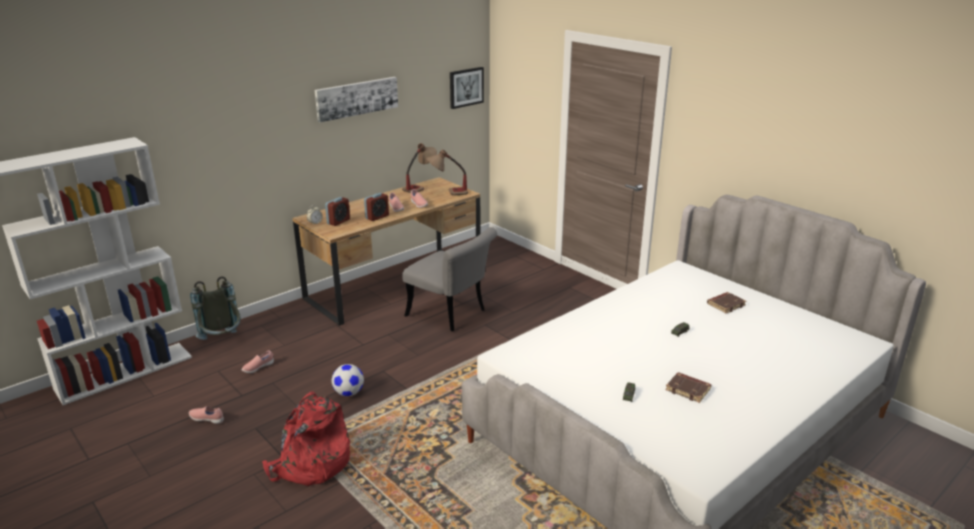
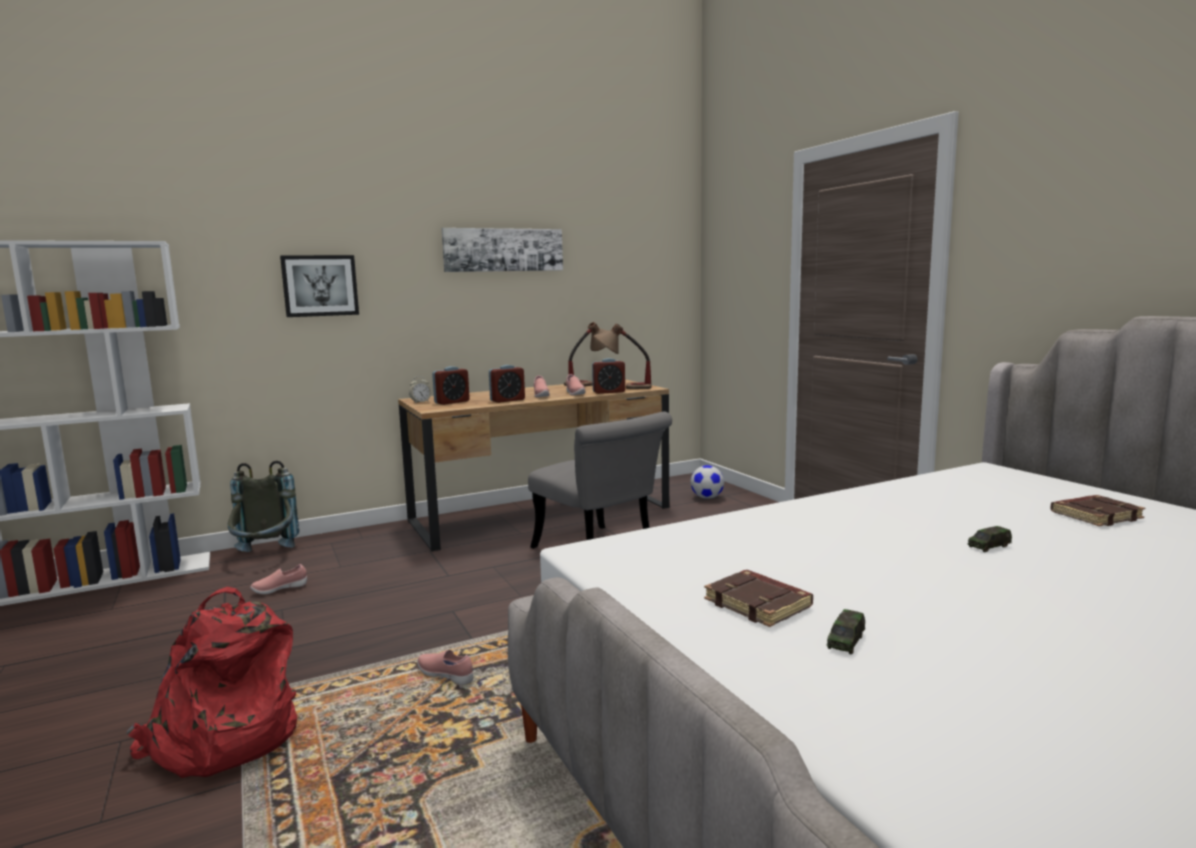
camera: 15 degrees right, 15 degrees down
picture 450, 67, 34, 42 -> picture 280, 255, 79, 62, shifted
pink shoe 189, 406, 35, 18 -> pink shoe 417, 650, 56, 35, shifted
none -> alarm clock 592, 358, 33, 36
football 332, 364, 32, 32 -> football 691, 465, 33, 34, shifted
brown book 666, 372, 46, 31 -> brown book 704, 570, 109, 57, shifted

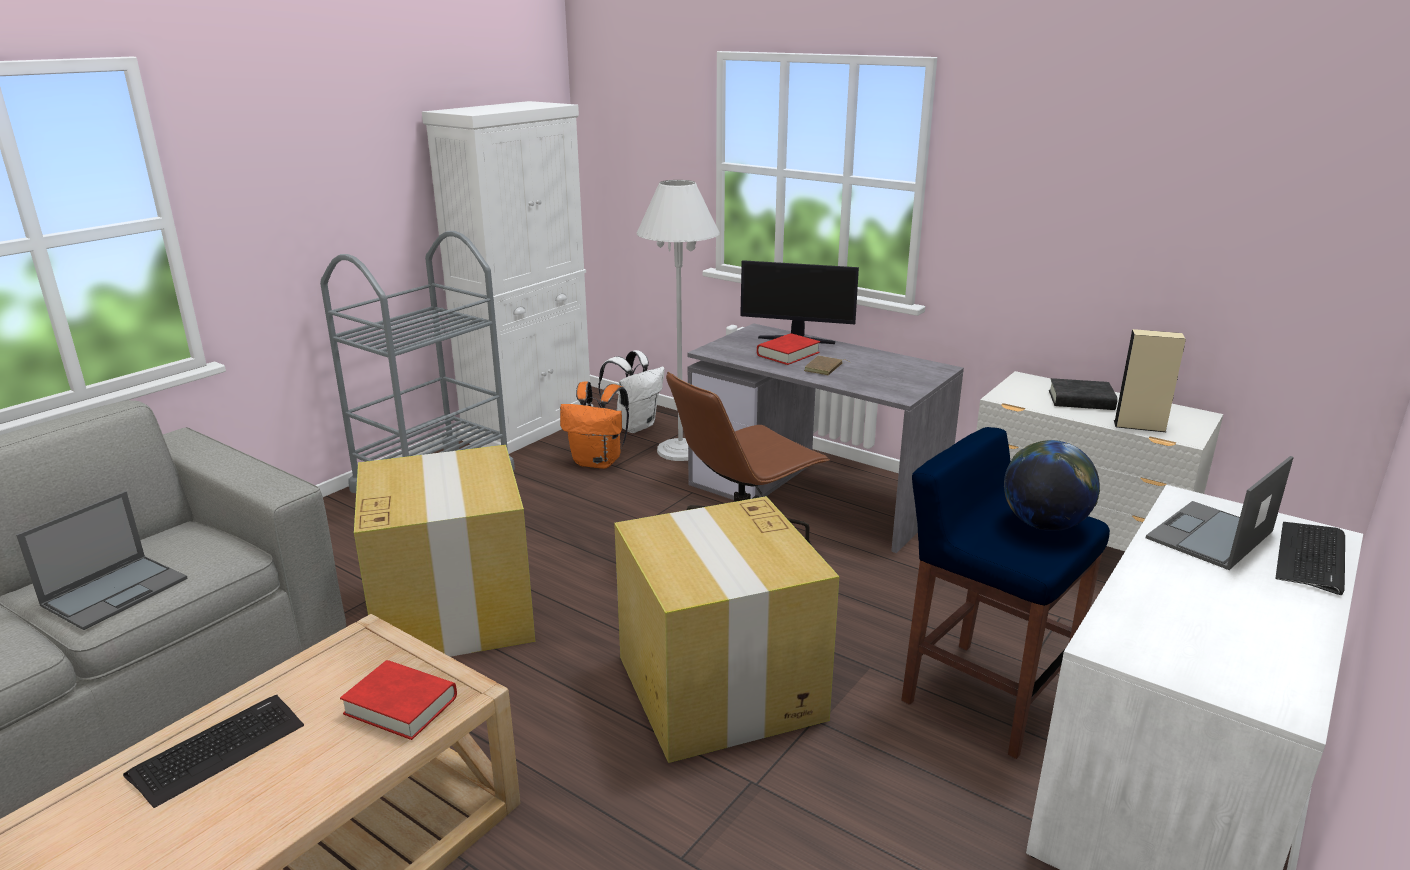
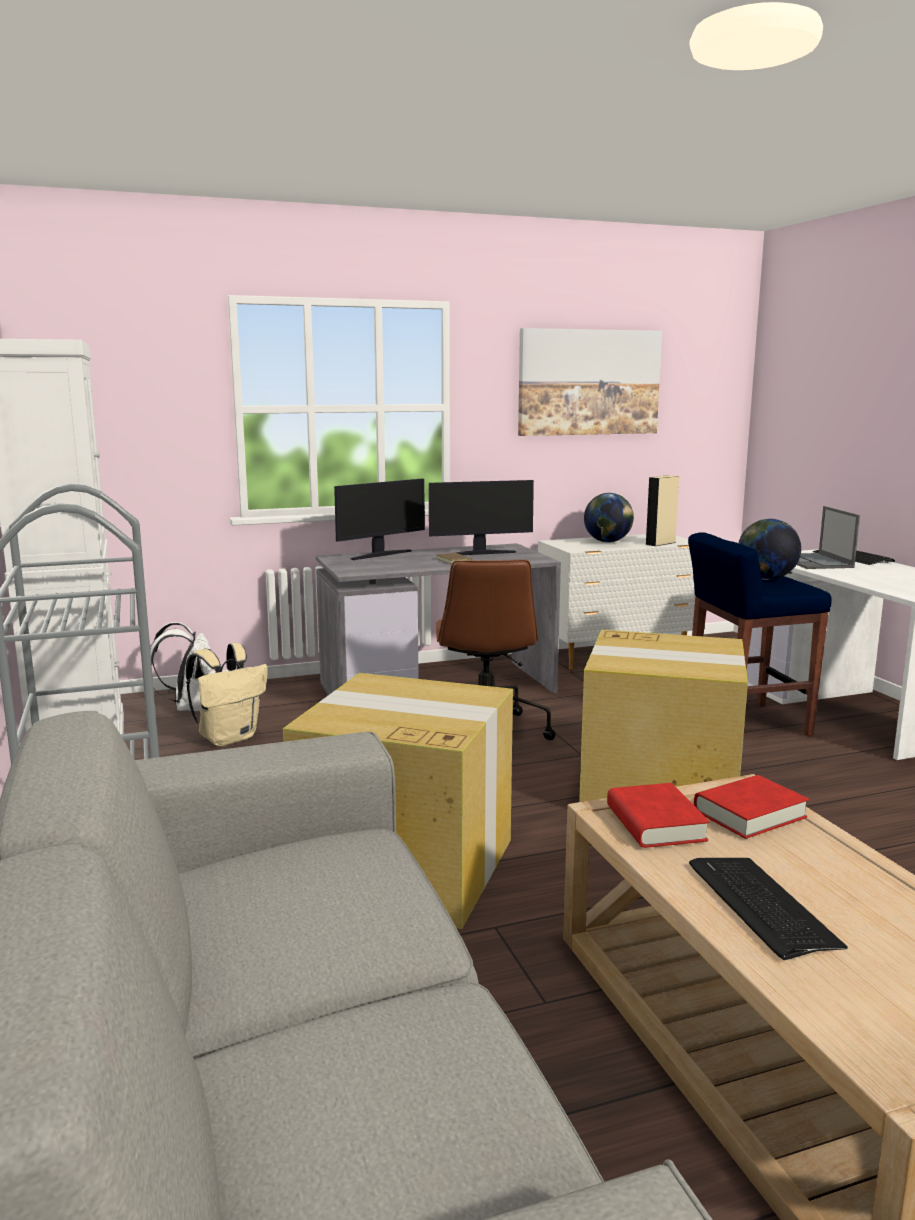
camera: 55 degrees left, 10 degrees down
orange backpack 560, 381, 69, 88 -> beige backpack 186, 643, 82, 103
none -> monitor 429, 480, 105, 75
none -> picture 518, 328, 144, 108
black book 1049, 378, 69, 32 -> globe 584, 493, 50, 50
red book 757, 333, 63, 32 -> red book 607, 783, 103, 65, shifted
laptop 16, 491, 171, 139 -> none
white floor lamp 637, 180, 83, 281 -> none

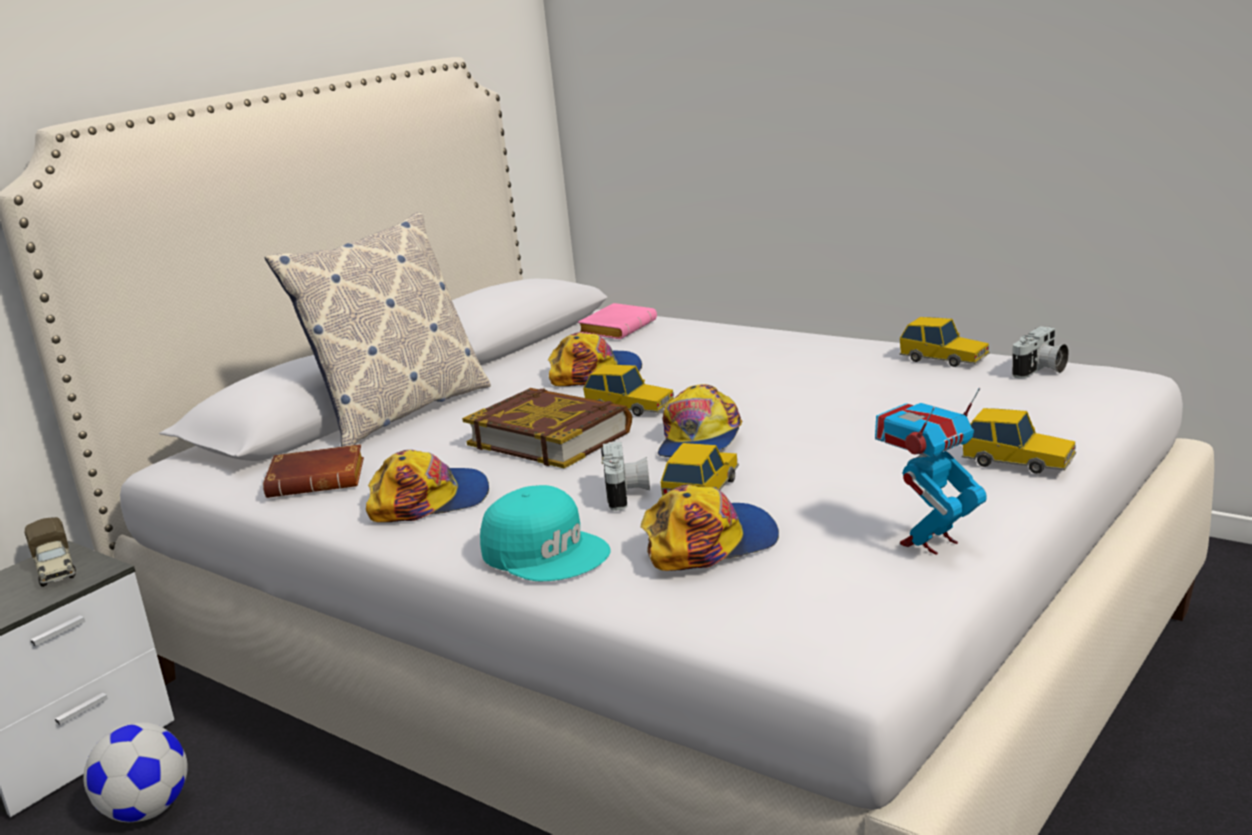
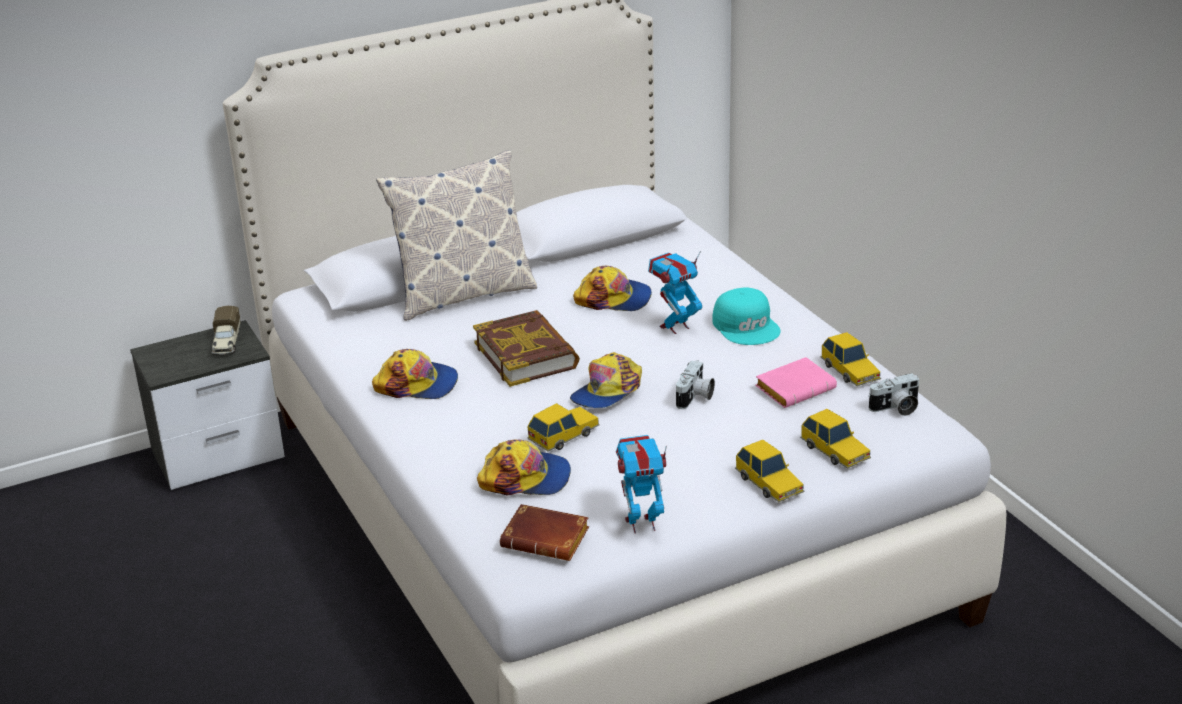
camera: 25 degrees right, 10 degrees up
brown book 263, 444, 101, 54 -> brown book 500, 504, 89, 57, shifted
none -> toy robot 648, 251, 54, 83
photo camera 601, 442, 49, 69 -> photo camera 676, 360, 39, 49, shifted
turquoise cap 480, 485, 130, 96 -> turquoise cap 712, 287, 69, 58, shifted
pink book 578, 303, 79, 36 -> pink book 755, 357, 82, 51, shifted
toy car 583, 365, 91, 51 -> toy car 800, 409, 71, 60, shifted
football 83, 722, 105, 100 -> none

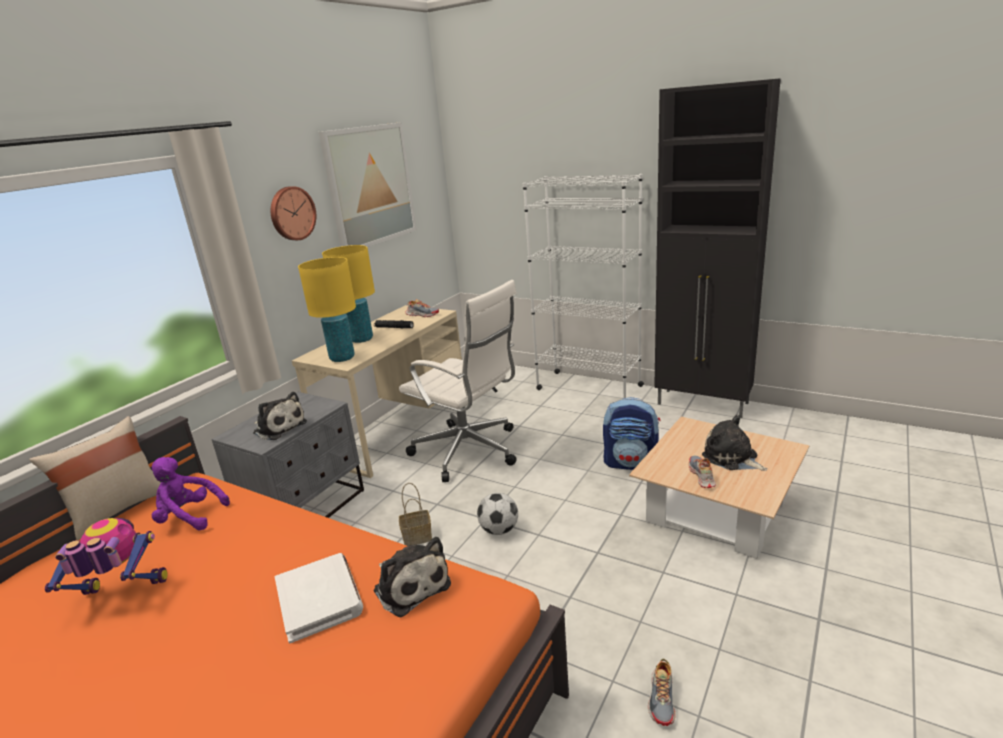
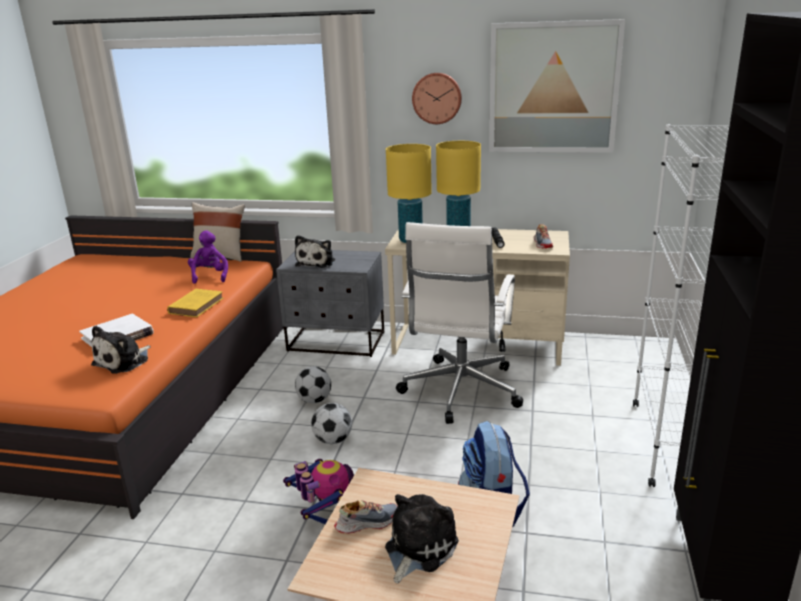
camera: 70 degrees right, 0 degrees up
none -> yellow book 167, 289, 56, 28
toy robot 45, 518, 122, 77 -> toy robot 283, 459, 71, 65, shifted
basket 399, 483, 33, 63 -> football 295, 366, 36, 37
shoe 648, 658, 28, 68 -> none

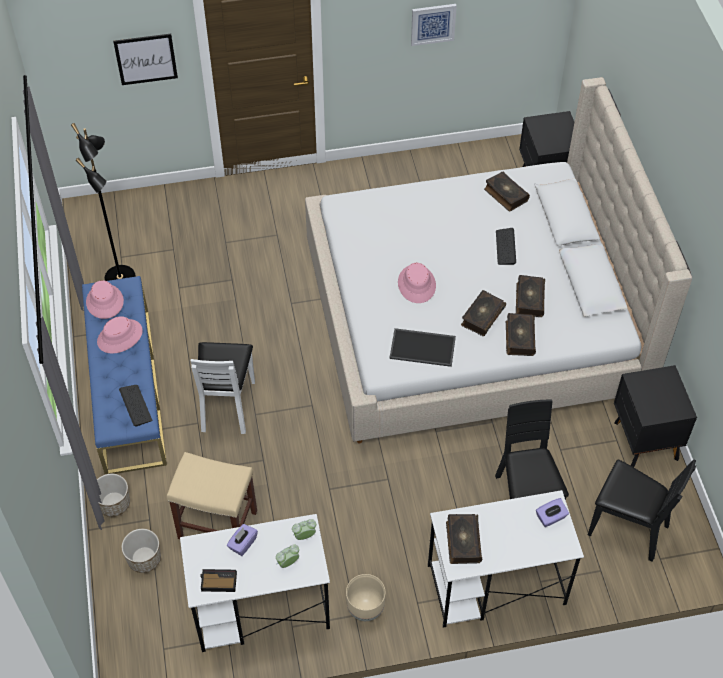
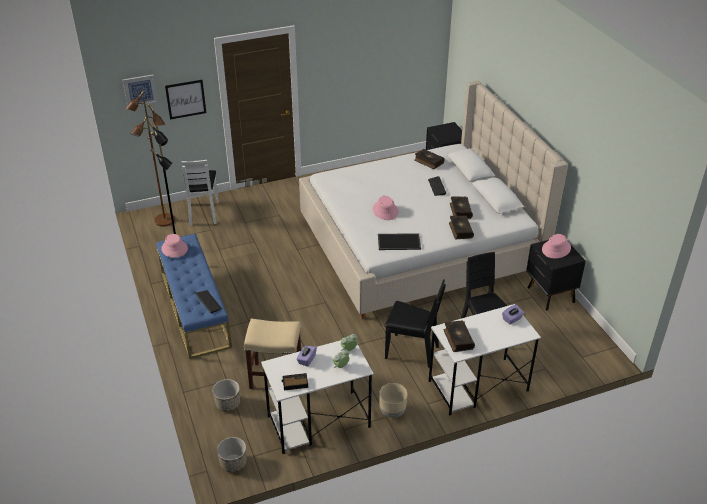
camera: 10 degrees left, 15 degrees down
picture 411, 4, 46, 42 -> picture 122, 75, 36, 31, shifted
none -> brown floor lamp 125, 90, 50, 137
white chair 191, 342, 64, 92 -> white chair 182, 160, 37, 66, shifted
planter 97, 474, 33, 43 -> planter 217, 437, 29, 36, shifted
black chair 588, 459, 108, 103 -> black chair 385, 279, 61, 89, shifted
pink hat 97, 316, 46, 38 -> pink hat 542, 234, 29, 25, shifted
book 461, 290, 45, 46 -> none

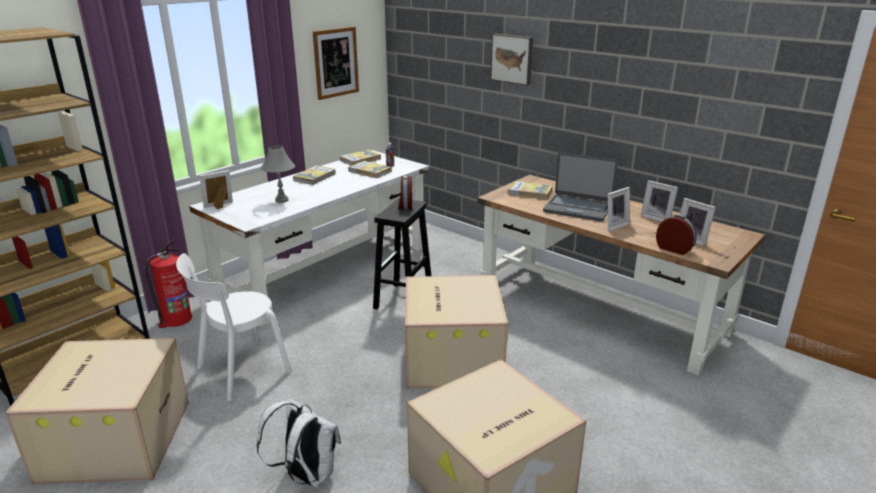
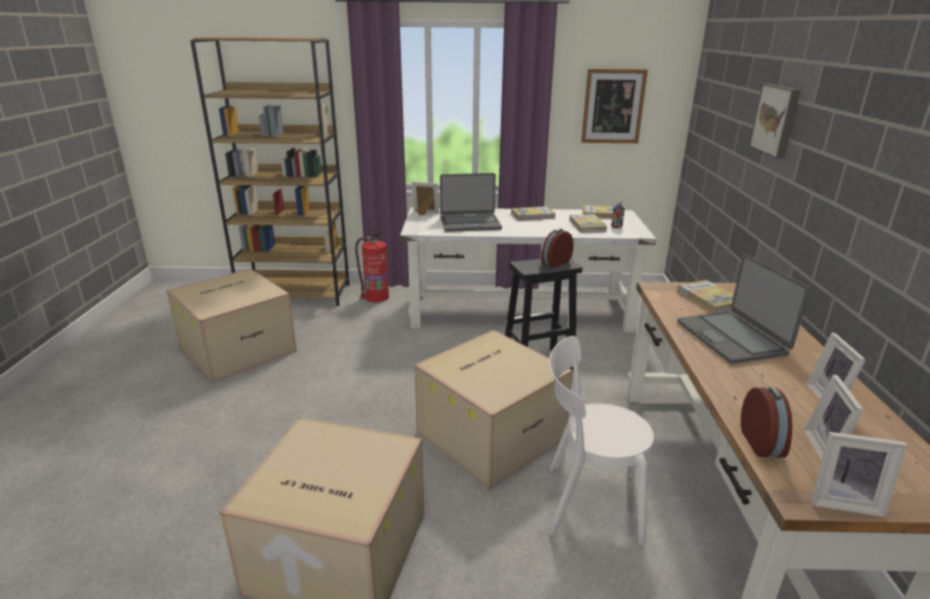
camera: 50 degrees right, 0 degrees up
grey table lamp 261, 146, 34, 57 -> laptop 440, 173, 62, 59
white chair 176, 253, 116, 148 -> white chair 548, 336, 106, 209, shifted
picture frame 608, 187, 22, 44 -> picture frame 811, 432, 96, 85, shifted
white backpack 256, 398, 85, 89 -> none

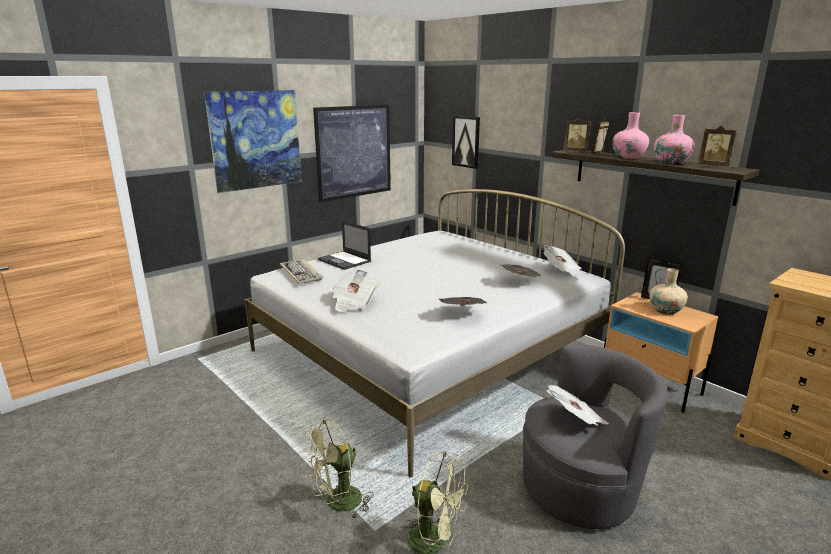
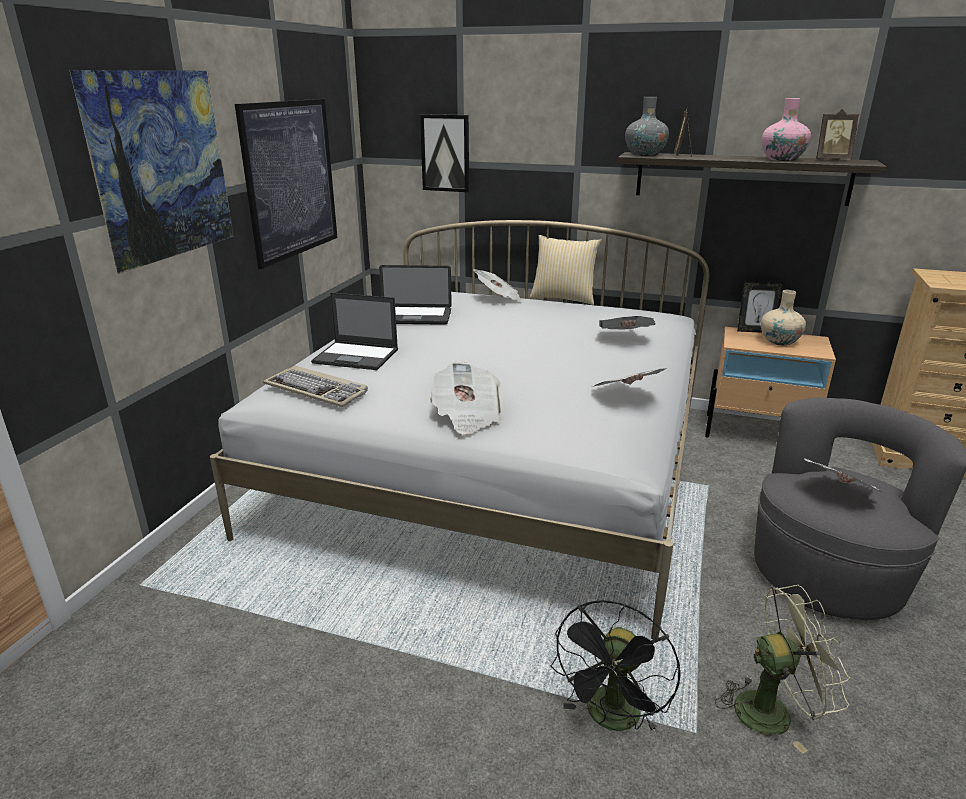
camera: 30 degrees left, 5 degrees up
none -> laptop 379, 265, 73, 60
newspaper 543, 245, 38, 33 -> newspaper 473, 269, 50, 33, shifted
none -> pillow 530, 235, 72, 70
green fan 303, 418, 71, 102 -> black fan 550, 600, 131, 133
picture frame 563, 117, 28, 34 -> grey vase 625, 97, 44, 59
pink vase 612, 112, 37, 47 -> none

